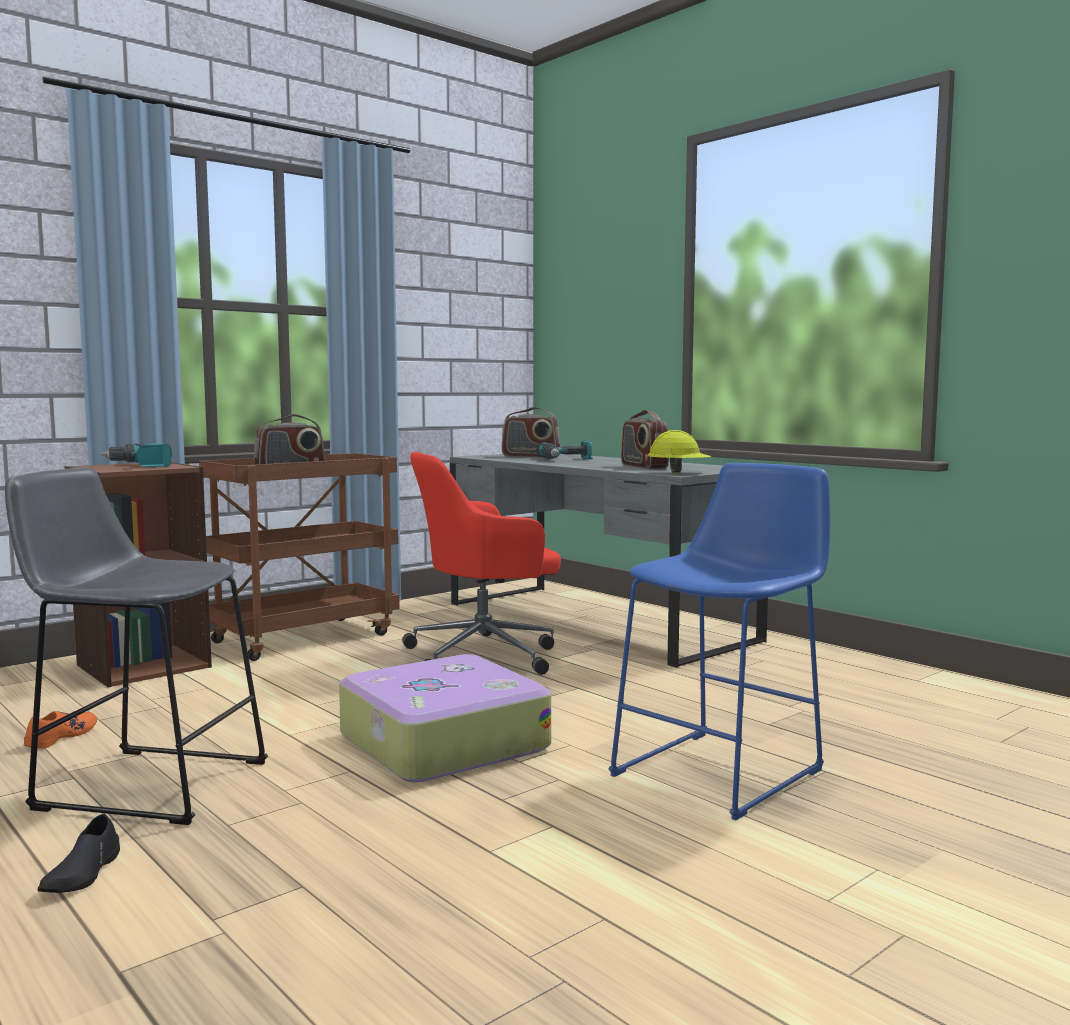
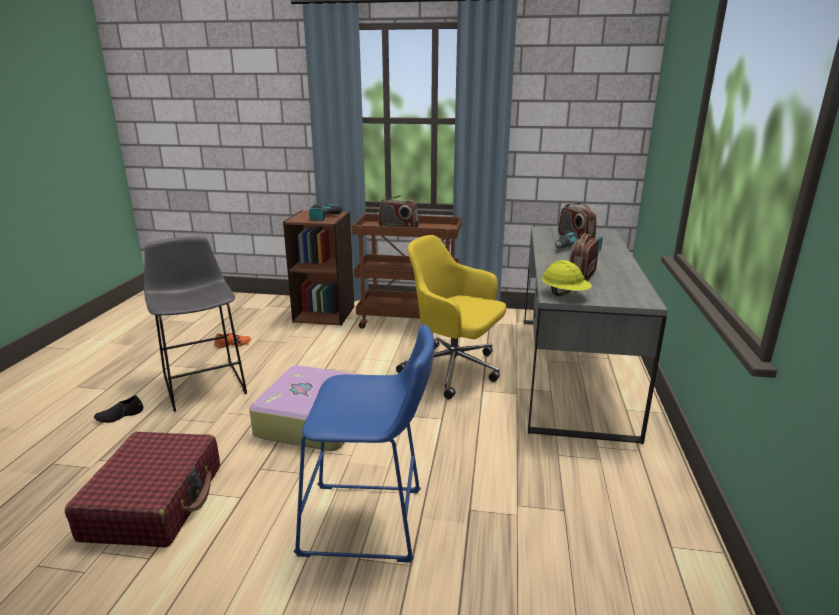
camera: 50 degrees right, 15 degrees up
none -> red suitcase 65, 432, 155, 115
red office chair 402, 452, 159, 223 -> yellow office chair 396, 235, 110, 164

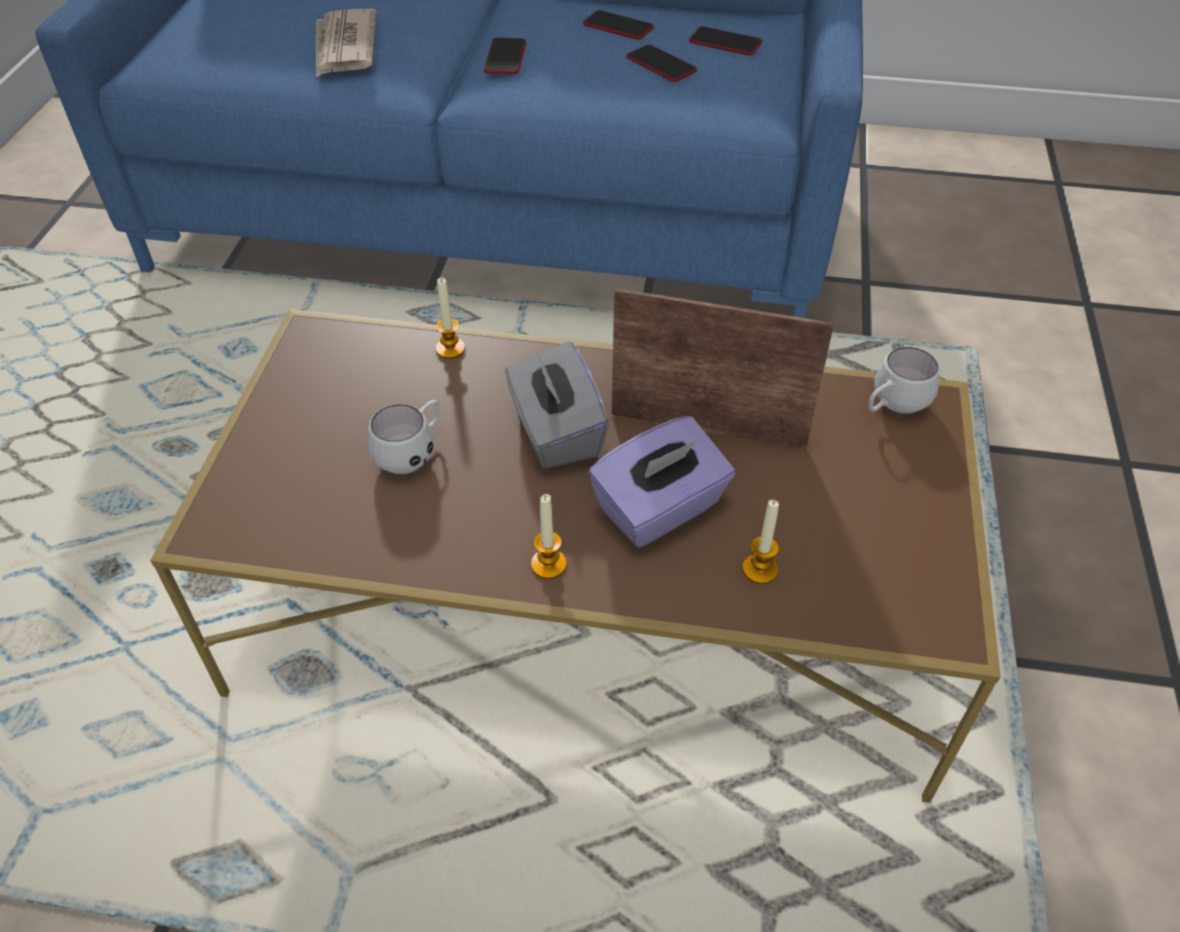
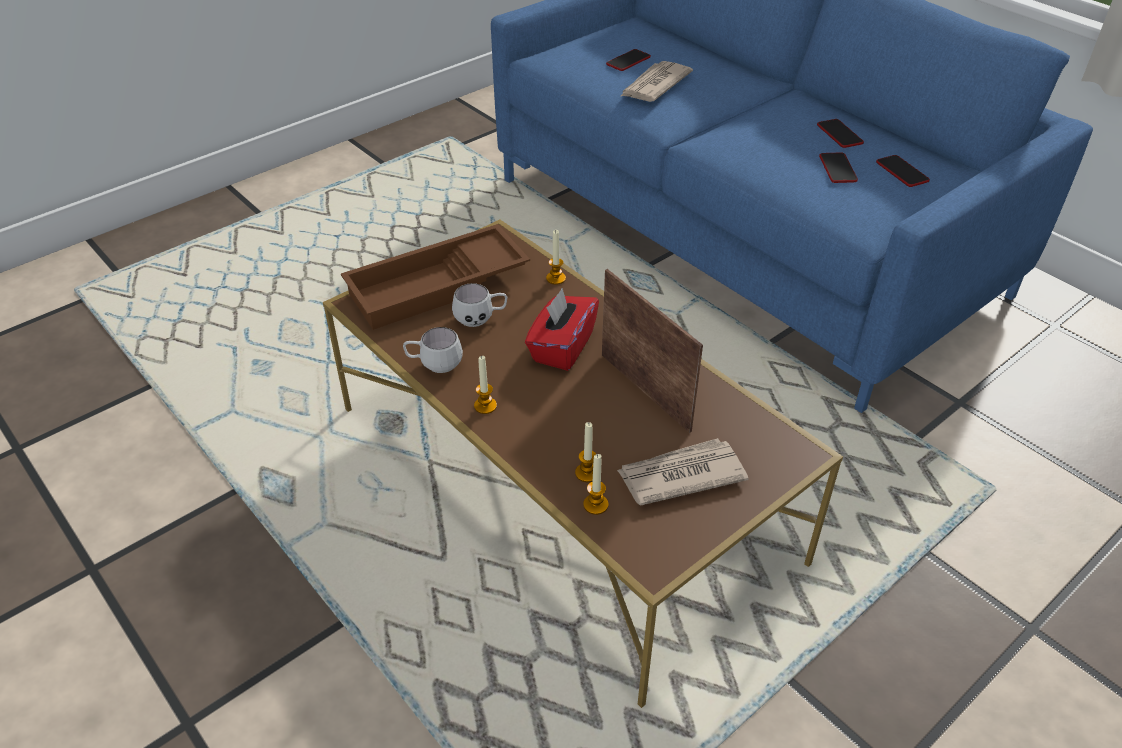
camera: 40 degrees right, 5 degrees down
none -> brown tray 341, 224, 189, 106
white mug 868, 347, 72, 67 -> white mug 403, 327, 60, 46, shifted
grey tissue box 505, 341, 104, 128 -> red tissue box 525, 288, 74, 83
none -> candle 583, 454, 26, 61
phone 484, 37, 42, 37 -> phone 606, 49, 45, 22, shifted
none -> newspaper 617, 438, 131, 68
purple tissue box 588, 416, 147, 131 -> none

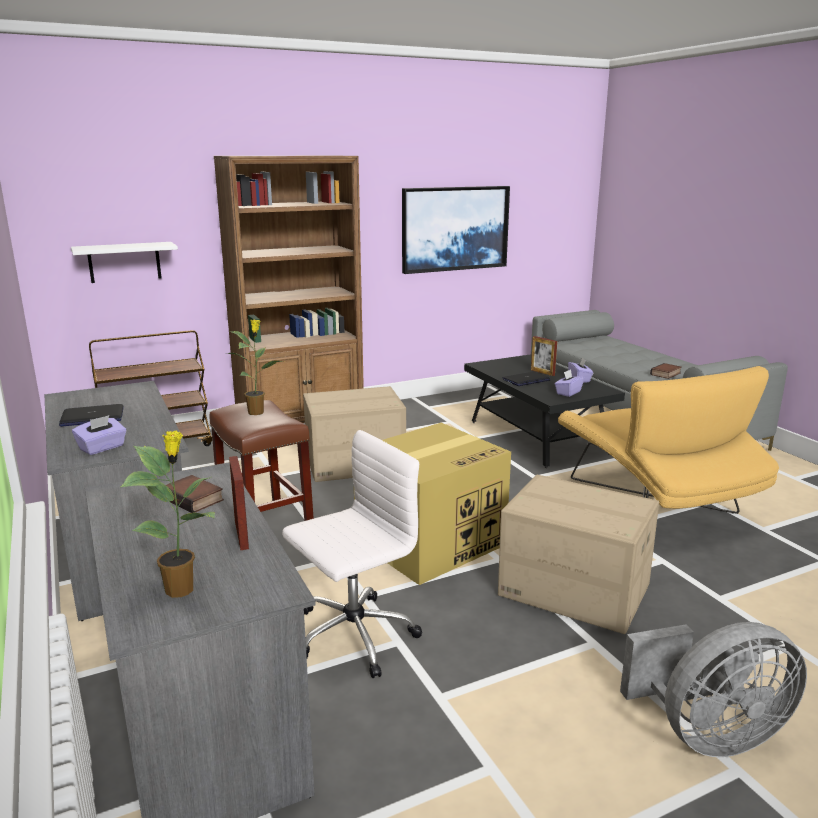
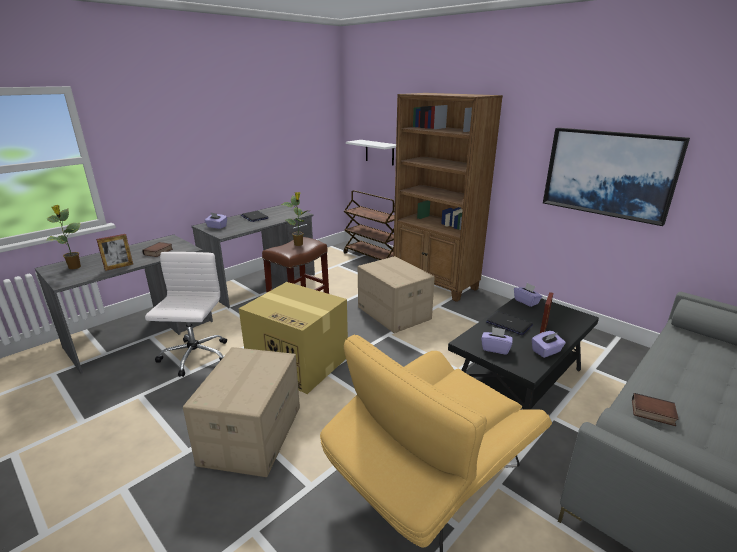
camera: 70 degrees right, 5 degrees up
white office chair 282, 430, 140, 248 -> white office chair 145, 252, 82, 125, 120 degrees counterclockwise
none -> purple tissue box 514, 283, 28, 24
grey fan 620, 622, 187, 135 -> none

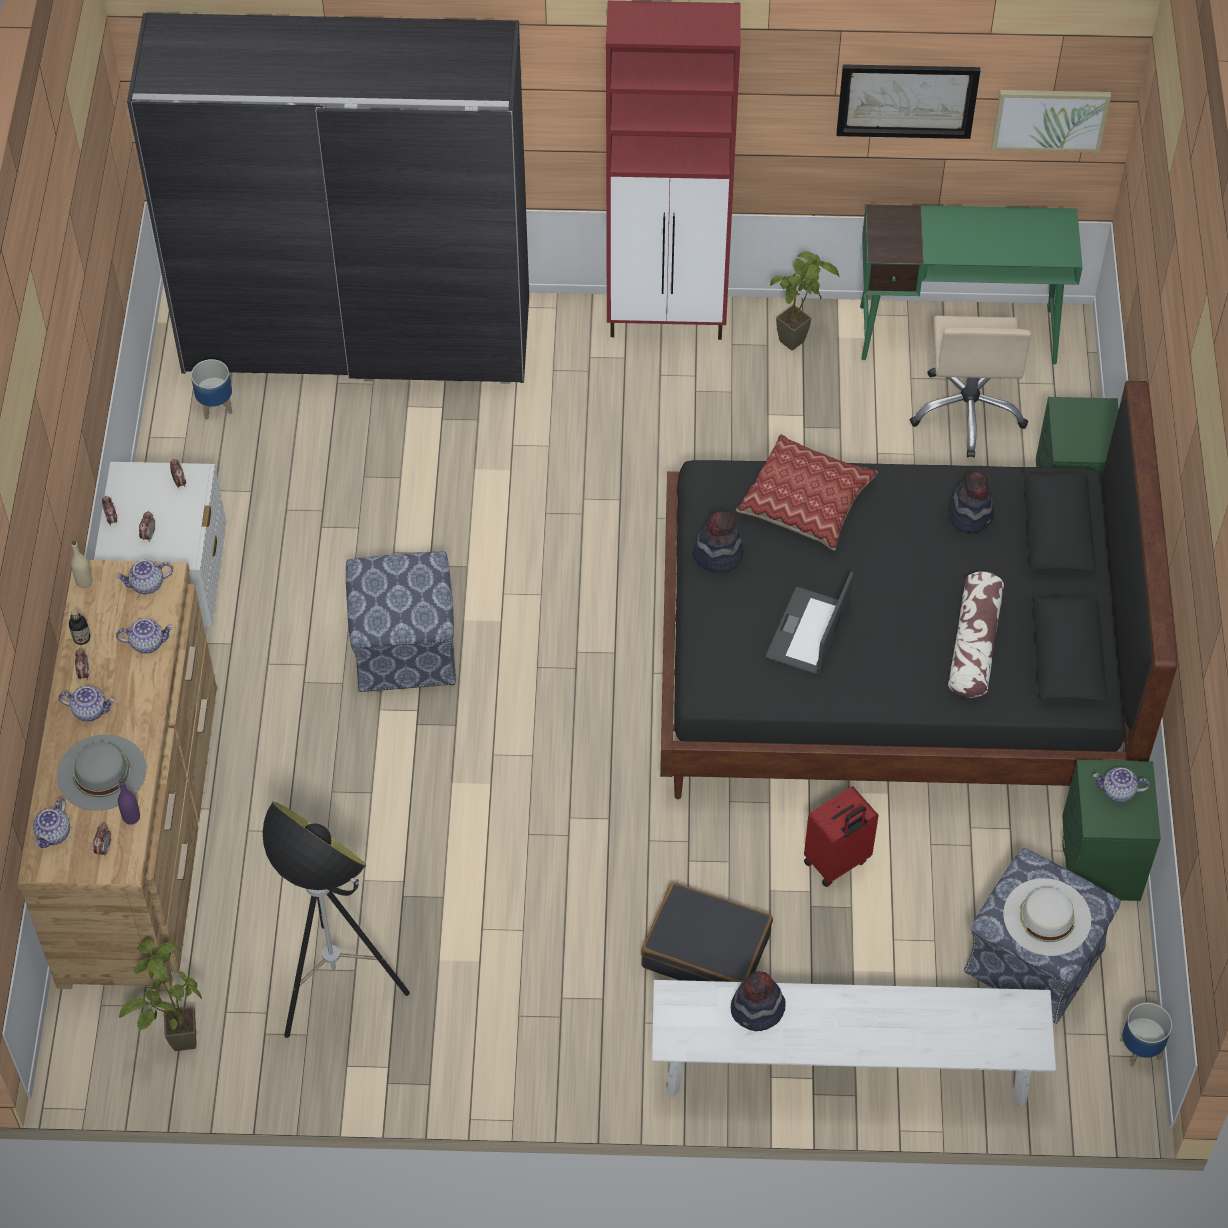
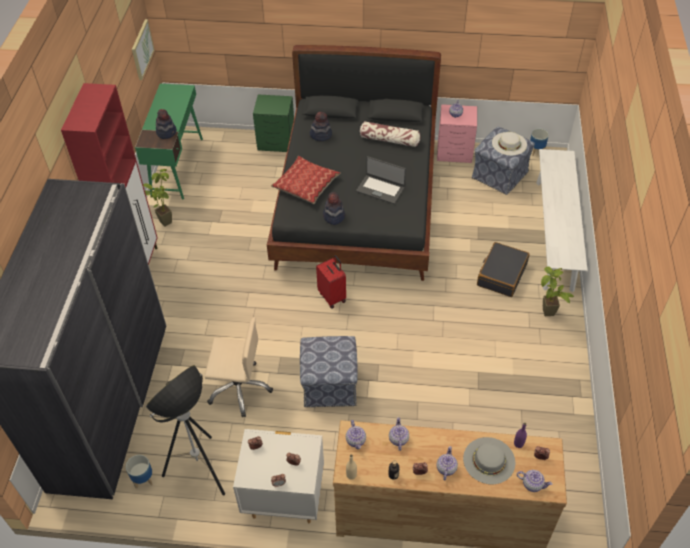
camera: 85 degrees left, 5 degrees down
floor lamp 263, 801, 147, 237 -> floor lamp 146, 365, 79, 130, shifted
hat 731, 971, 55, 60 -> hat 156, 109, 20, 30, shifted
beige office chair 910, 316, 121, 142 -> beige office chair 205, 317, 68, 100, shifted
red suitcase 804, 786, 75, 101 -> red suitcase 316, 255, 30, 54, shifted
green nightstand 1062, 760, 99, 141 -> pink nightstand 437, 104, 40, 59
potted plant 119, 939, 83, 112 -> potted plant 541, 266, 33, 50, shifted
picture 836, 64, 144, 75 -> none

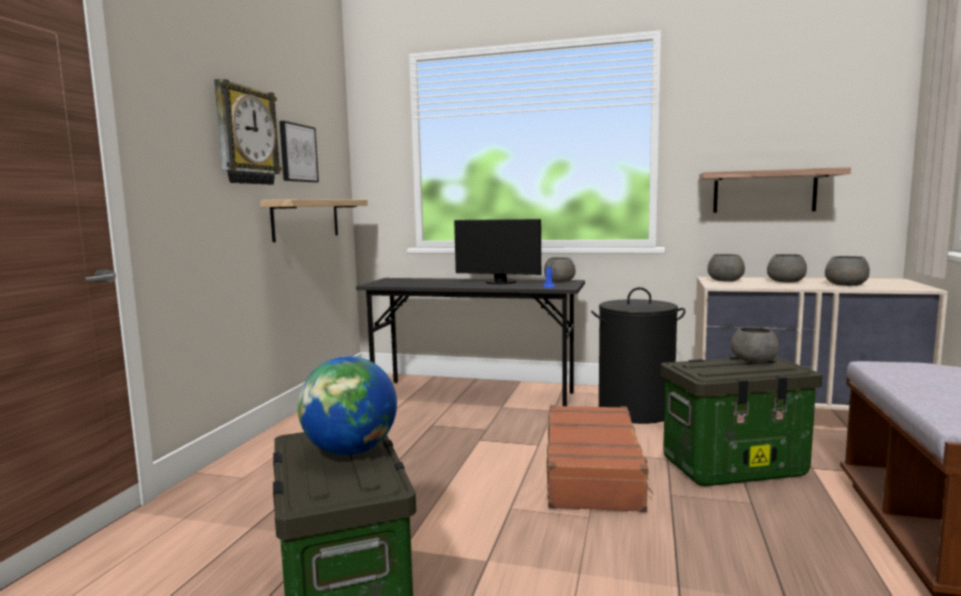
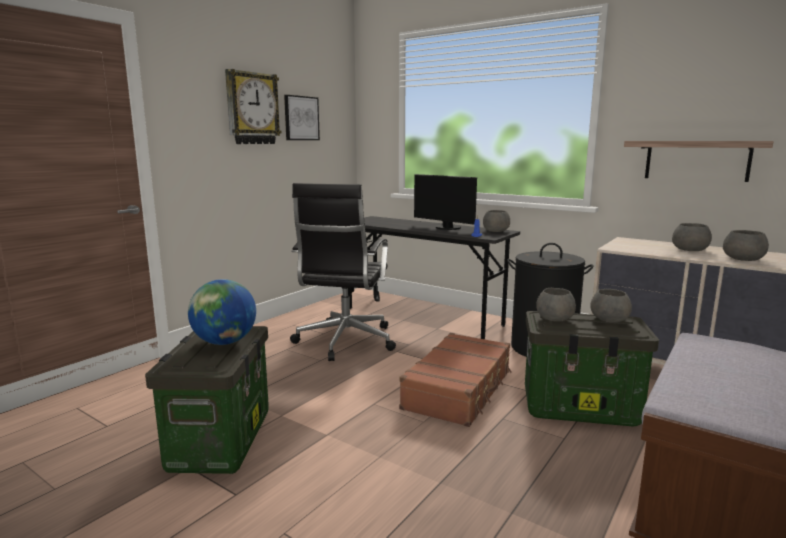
camera: 20 degrees right, 5 degrees up
none -> black office chair 290, 183, 106, 178
grey bowl 707, 254, 38, 28 -> grey bowl 536, 288, 40, 34, shifted
shelf 260, 199, 108, 43 -> none

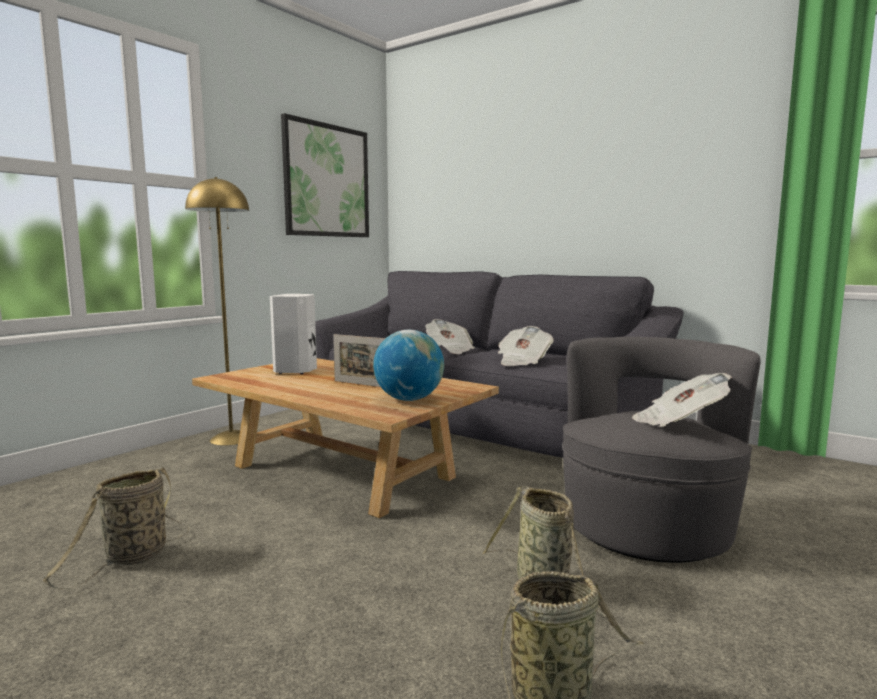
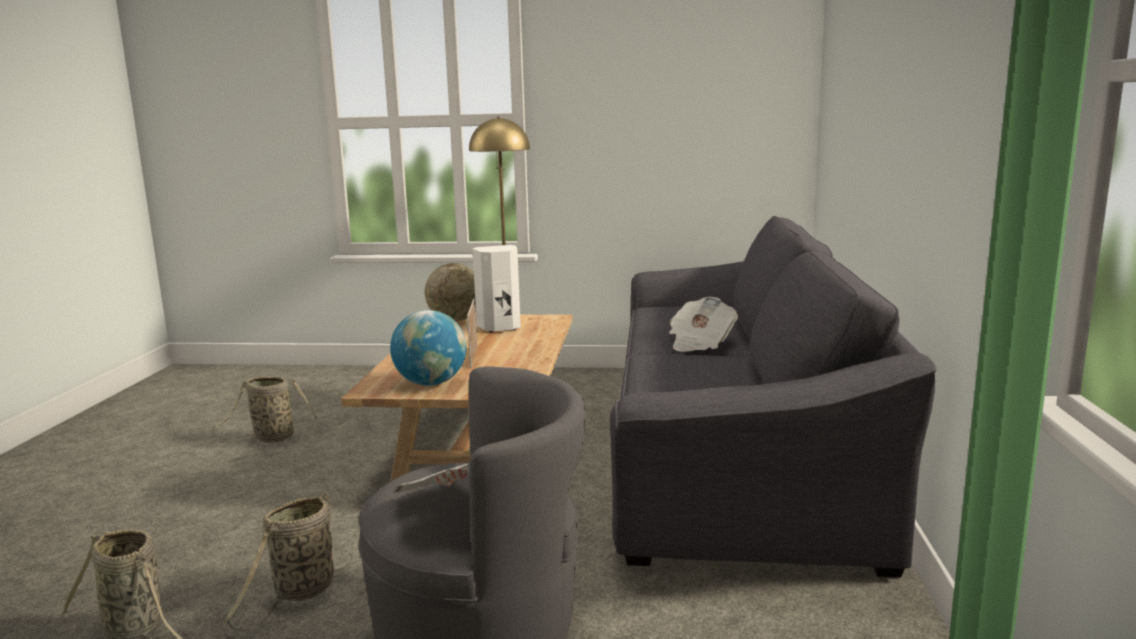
camera: 60 degrees right, 5 degrees up
none -> globe 425, 263, 51, 58
picture 281, 113, 88, 124 -> none
newspaper 498, 326, 56, 40 -> none

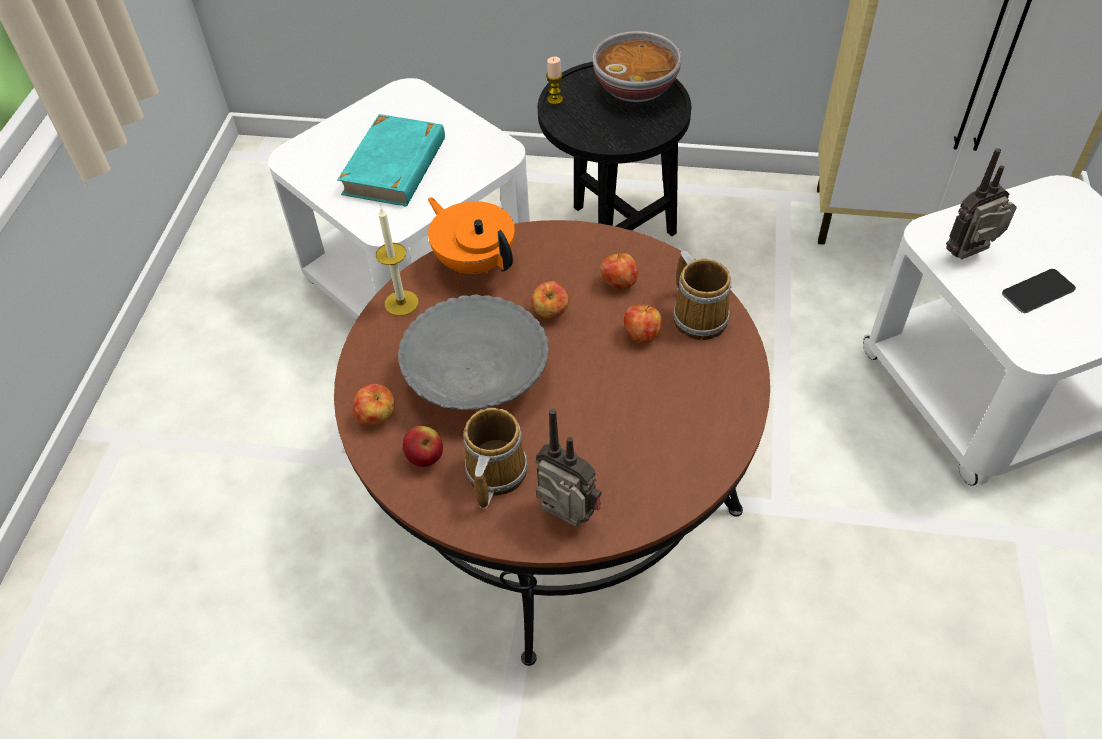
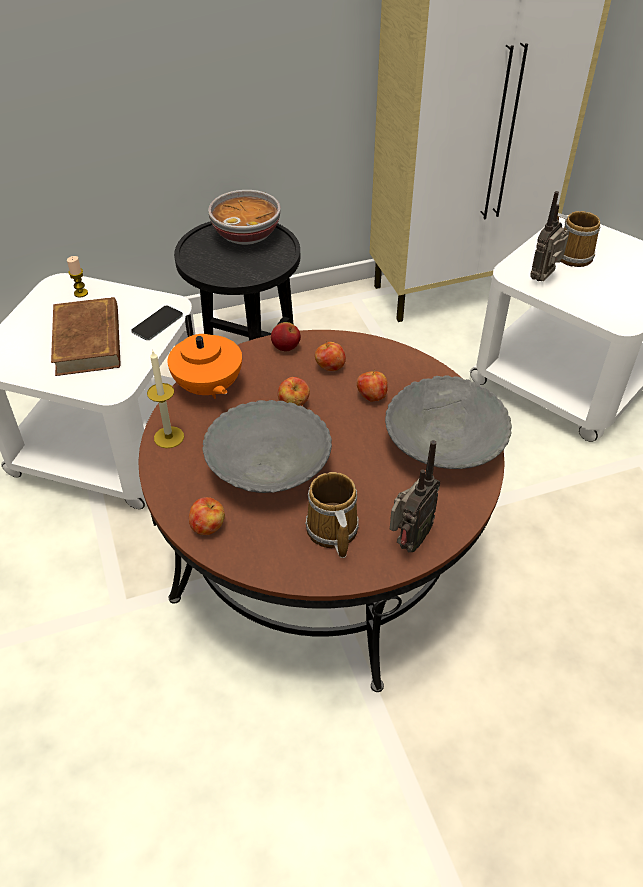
camera: 30 degrees left, 5 degrees down
turquoise book 337, 114, 108, 93 -> brown book 51, 297, 69, 79
candle 546, 57, 17, 48 -> candle 67, 256, 21, 42, shifted
phone 1002, 269, 74, 44 -> phone 131, 305, 52, 35, shifted
orange teapot 428, 198, 87, 76 -> orange teapot 167, 314, 75, 85, 135 degrees counterclockwise
apple 403, 426, 40, 41 -> apple 271, 322, 30, 30, shifted
none -> grey bowl 385, 376, 127, 93
radio 535, 408, 67, 119 -> radio 389, 440, 51, 112, 120 degrees clockwise
mug 673, 251, 58, 89 -> mug 557, 211, 44, 56, shifted

